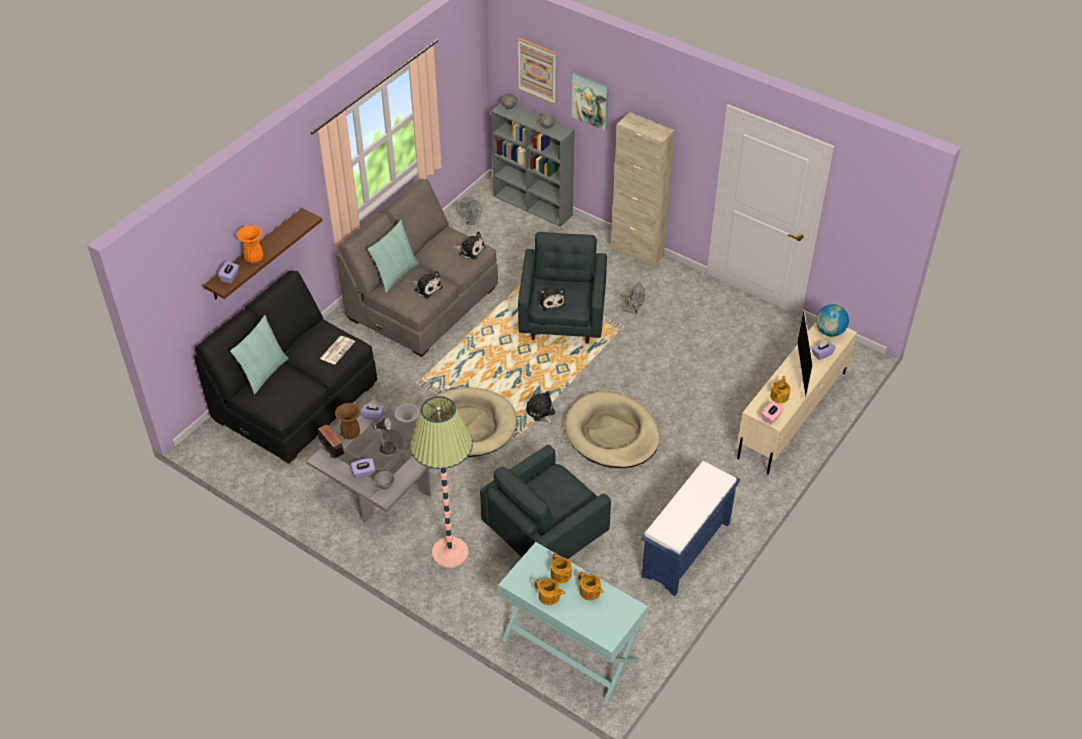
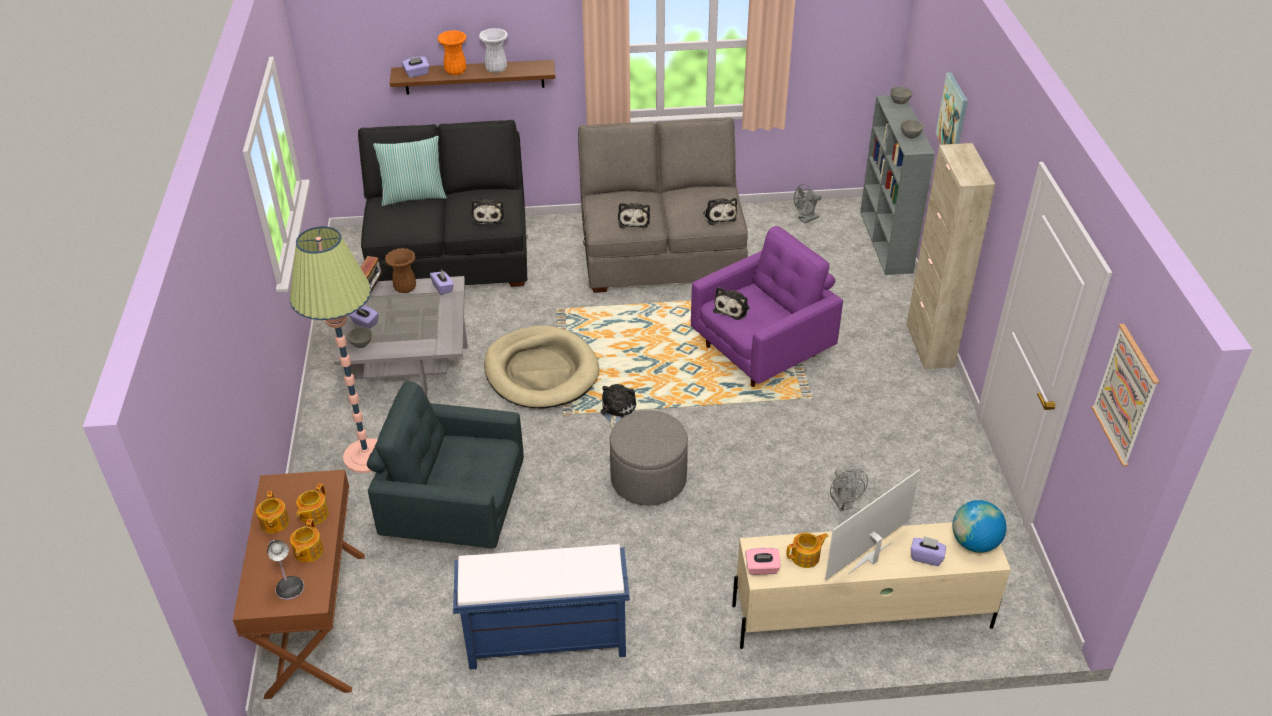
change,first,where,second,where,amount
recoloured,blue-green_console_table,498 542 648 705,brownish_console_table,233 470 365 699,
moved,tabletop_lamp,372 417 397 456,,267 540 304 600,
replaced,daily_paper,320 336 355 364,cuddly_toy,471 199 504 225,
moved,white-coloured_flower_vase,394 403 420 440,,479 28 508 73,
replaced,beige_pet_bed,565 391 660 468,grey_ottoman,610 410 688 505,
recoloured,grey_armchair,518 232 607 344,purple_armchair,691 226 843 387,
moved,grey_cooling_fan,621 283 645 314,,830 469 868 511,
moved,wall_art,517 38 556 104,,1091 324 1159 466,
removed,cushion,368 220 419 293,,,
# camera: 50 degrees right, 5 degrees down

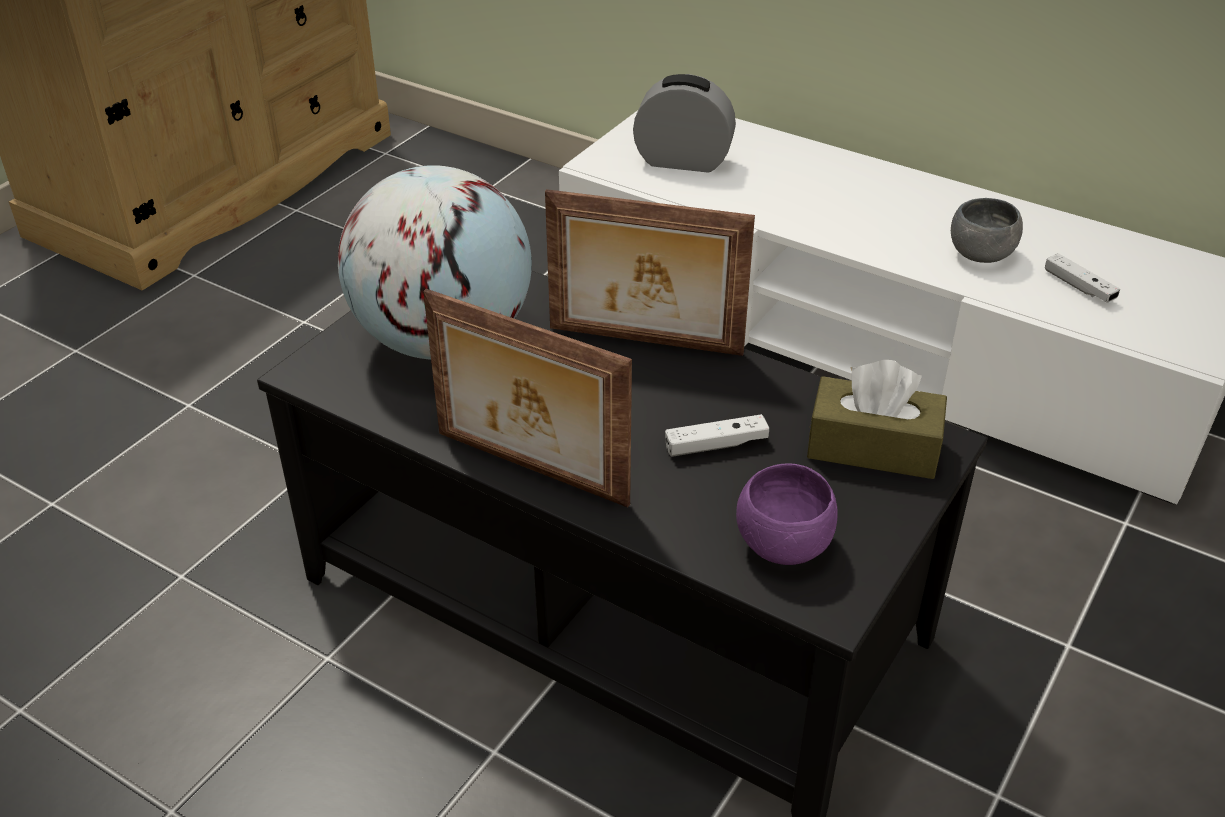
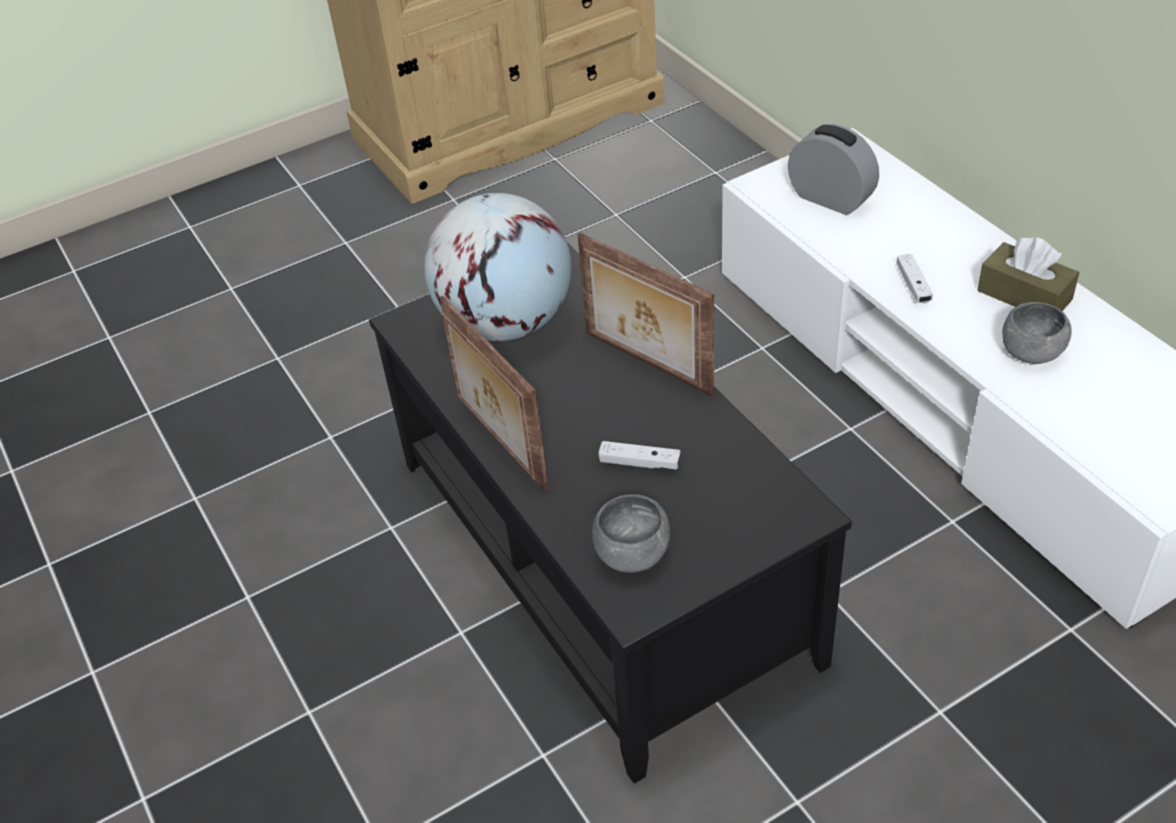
change,first,where,second,where,amount
recoloured,purple_bowl,736 463 838 565,grey_bowl,592 494 670 573,
moved,white-coloured_game_controller,1045 253 1120 303,,897 254 933 303,
moved,brownish_tissue_holder,807 360 947 479,,978 237 1079 311,
# camera: 30 degrees right, 5 degrees up

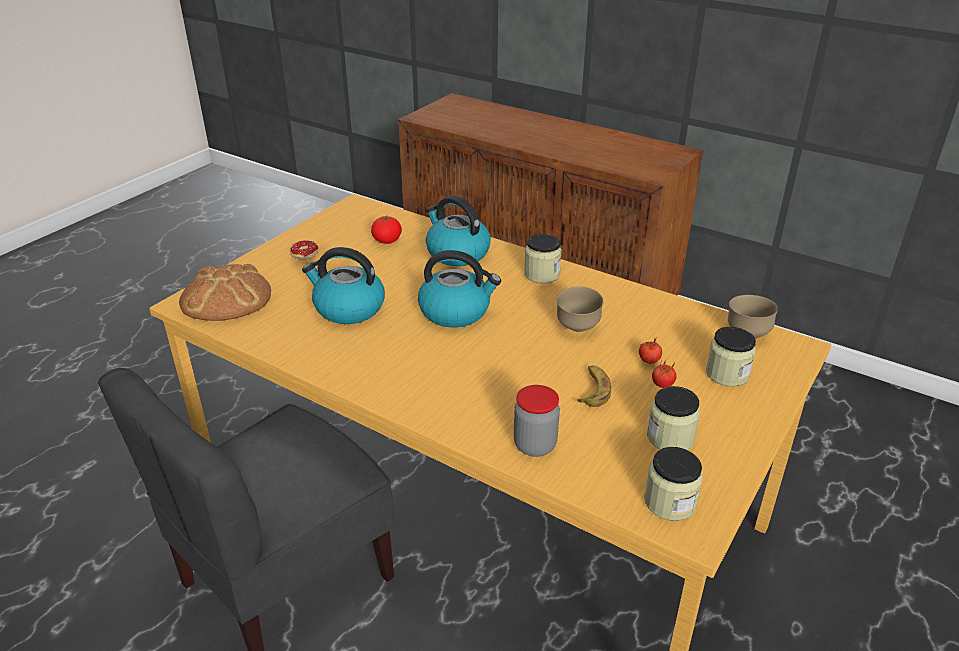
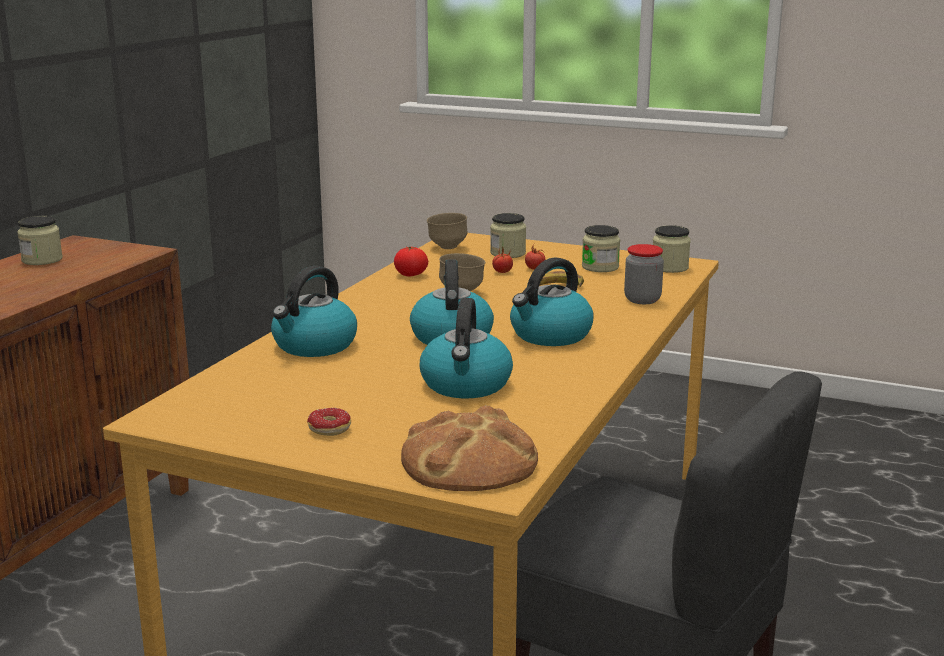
change,first,where,second,where,amount
moved,jar,524 234 562 284,,17 216 63 265,
moved,fresh_tomato,371 216 402 244,,394 247 428 277,
added,,,water_kettle,510 258 594 346,
# camera: 100 degrees left, 15 degrees down

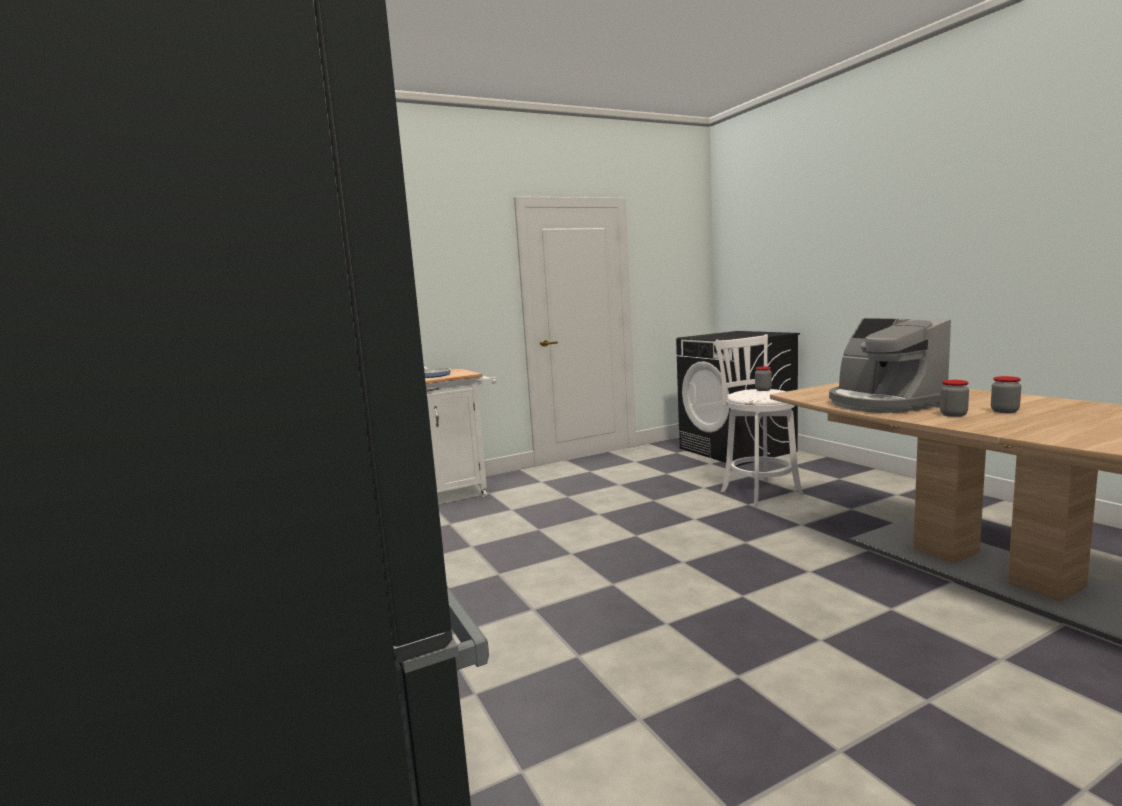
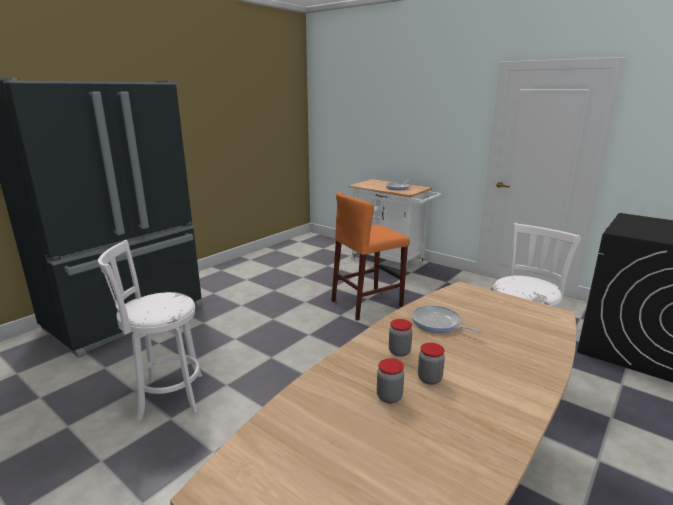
change,first,where,second,where,amount
added,,,white-coloured_sitting_stool,98 240 202 421,
added,,,orange_sitting_stool,332 192 410 320,
moved,jar,755 367 772 391,,377 358 404 403,
replaced,coffee_maker,829 318 951 413,pan,411 305 482 333,
# camera: 65 degrees right, 10 degrees up

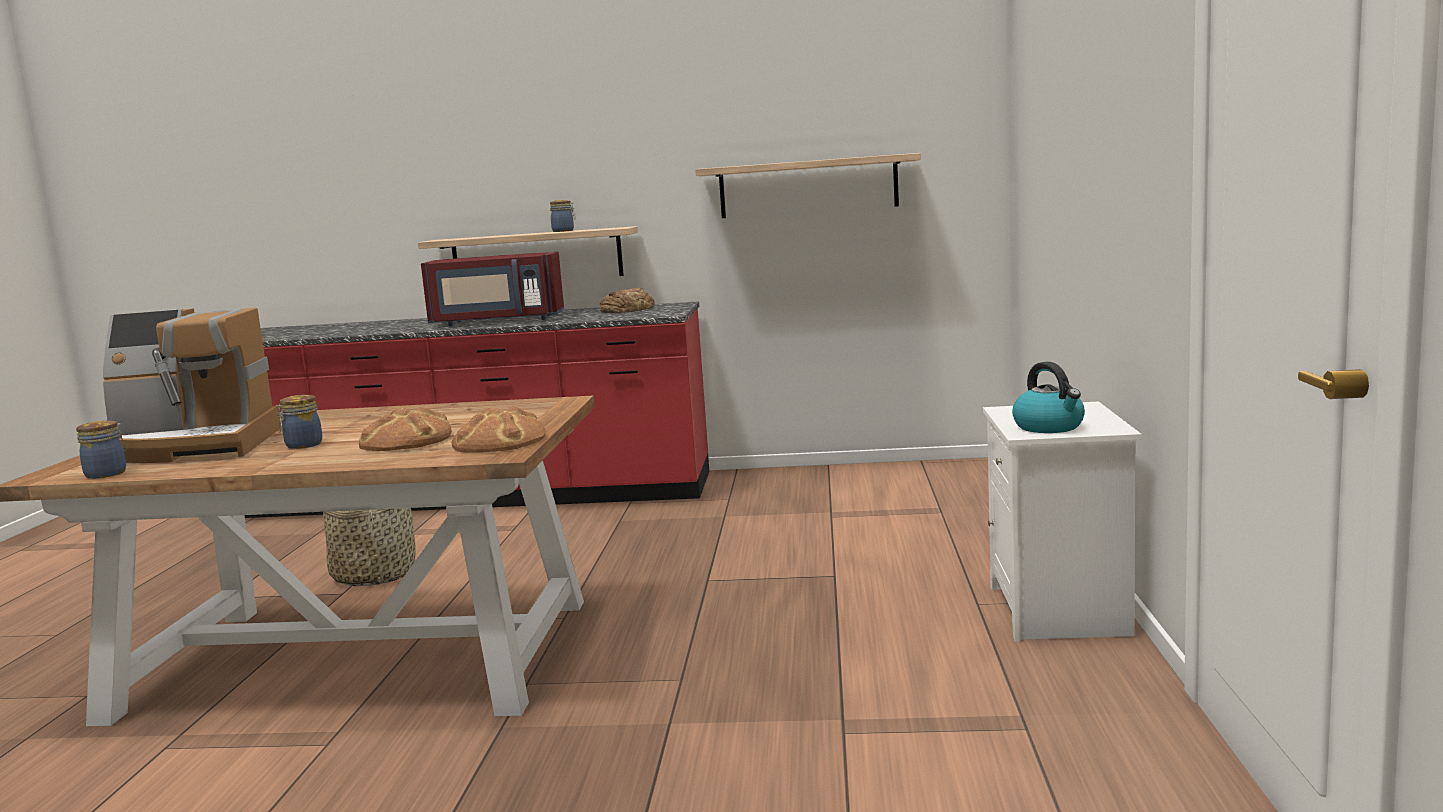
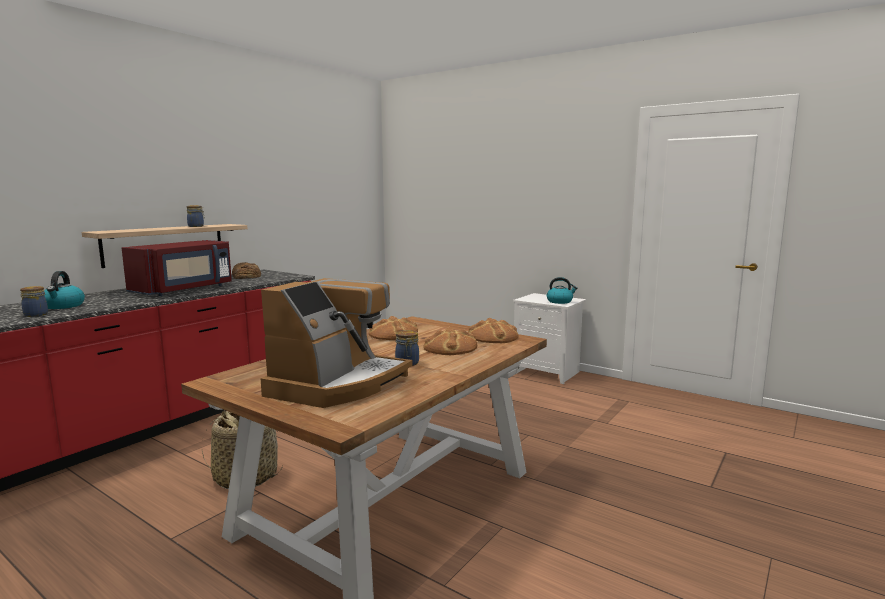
change,first,where,second,where,amount
moved,jar,76 421 127 479,,20 286 48 317,
added,,,water_kettle,44 271 85 309,
added,,,baked_bread,369 316 418 340,
removed,shelf,695 153 921 218,,,
# camera: 60 degrees left, 0 degrees up

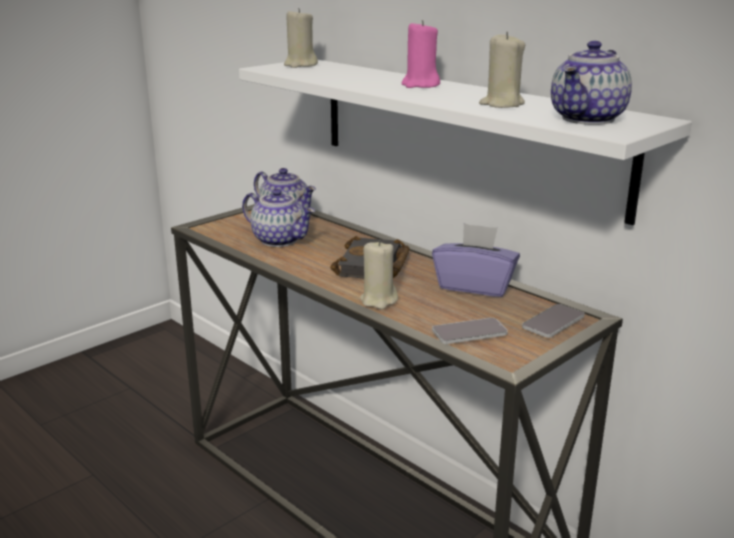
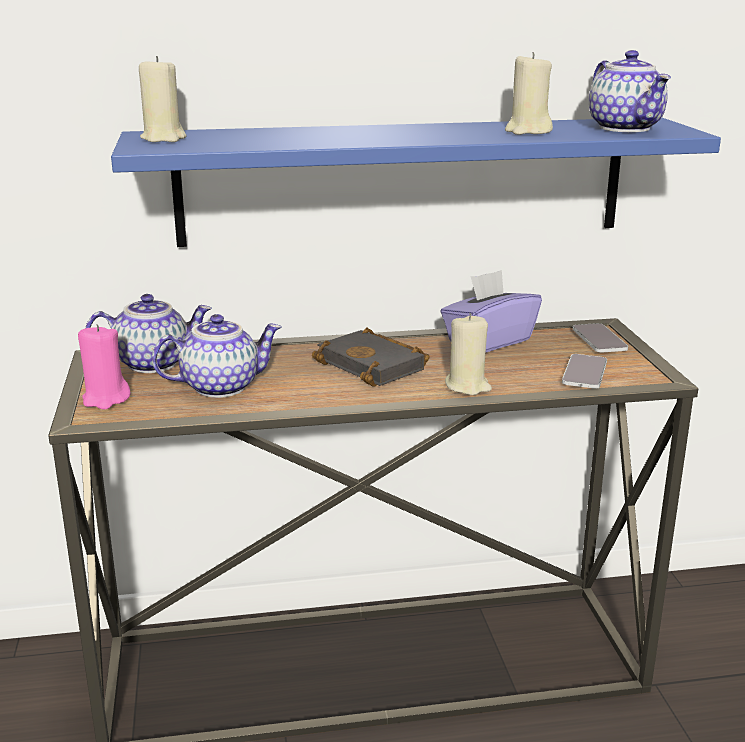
change,first,where,second,where,amount
moved,pinkish_candle,402 20 440 88,,78 324 131 409,
recoloured,white-coloured_shelf,239 60 692 225,blue-coloured_shelf,111 118 721 247,
# camera: 55 degrees left, 0 degrees up

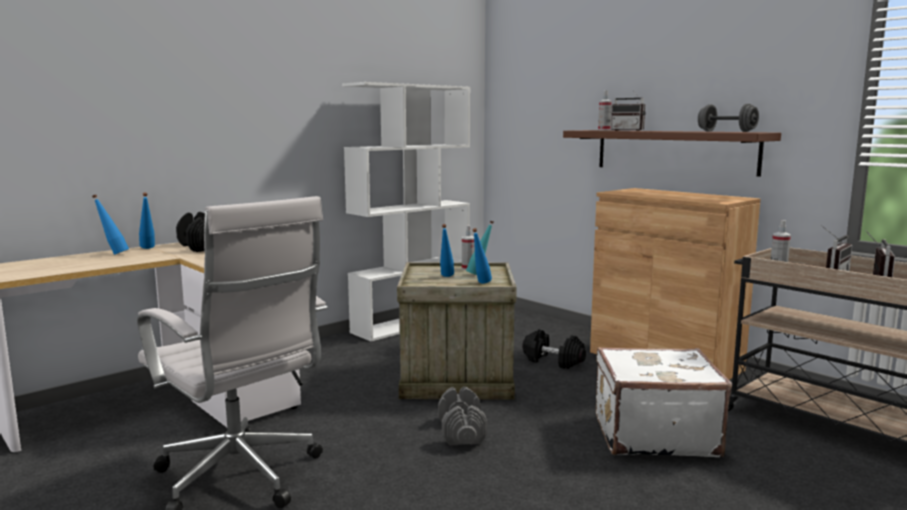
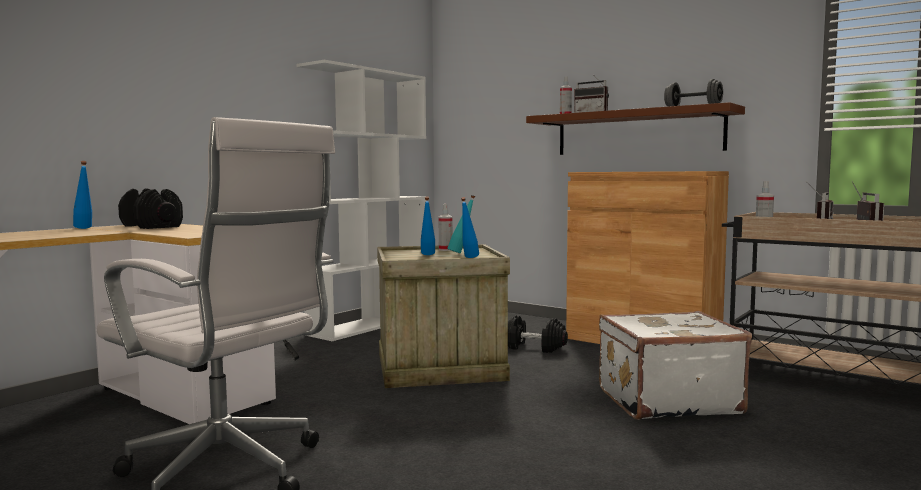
change,first,where,second,where,amount
removed,blue-coloured_beverage_bottle,92 195 129 255,,,
removed,grey_dumbbell,438 387 487 446,,,
# camera: 10 degrees left, 5 degrees down

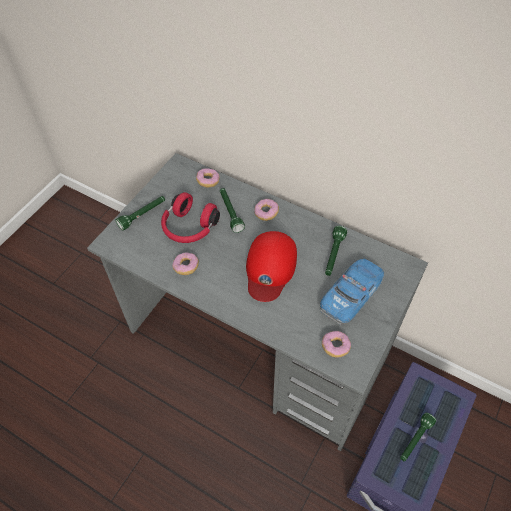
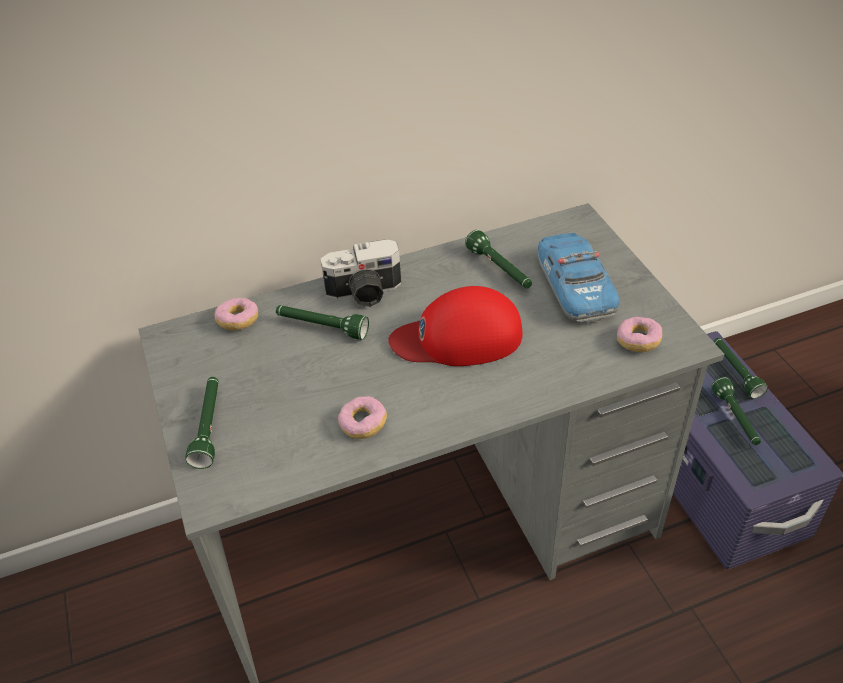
change,first,where,second,where,amount
replaced,ring_doughnut,254 199 279 221,still_camera,320 239 402 307,
turned,red-coloured_baseball_cap,246 231 297 302,,388 286 523 366,120 degrees clockwise
added,,,green_hand_torch,714 338 768 399,
removed,red-coloured_headphones,161 192 220 243,,,
# camera: 50 degrees left, 10 degrees down

